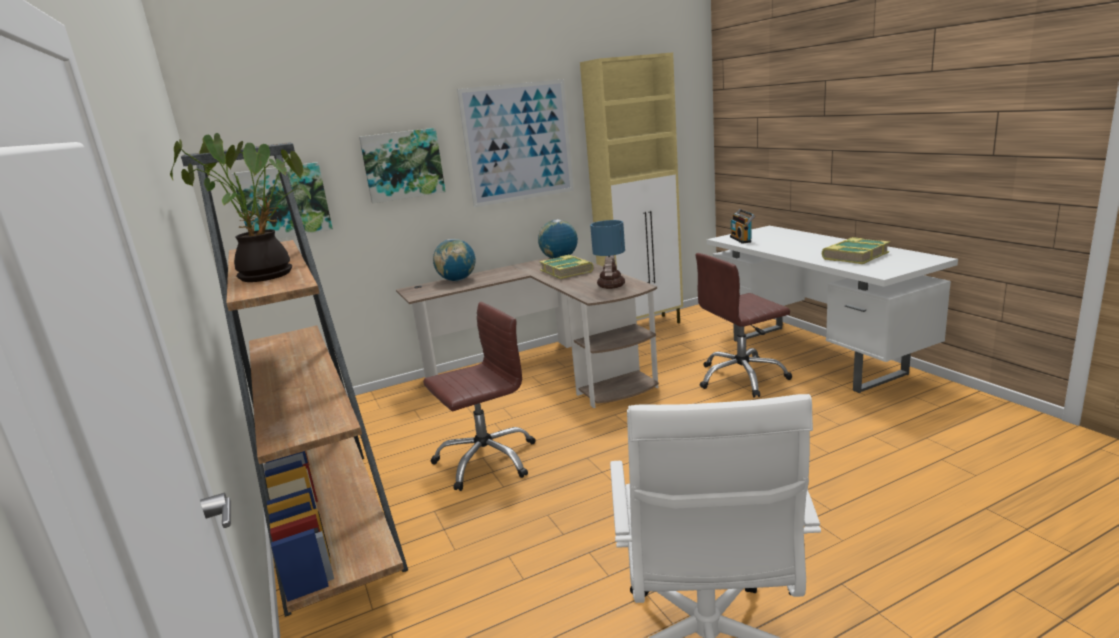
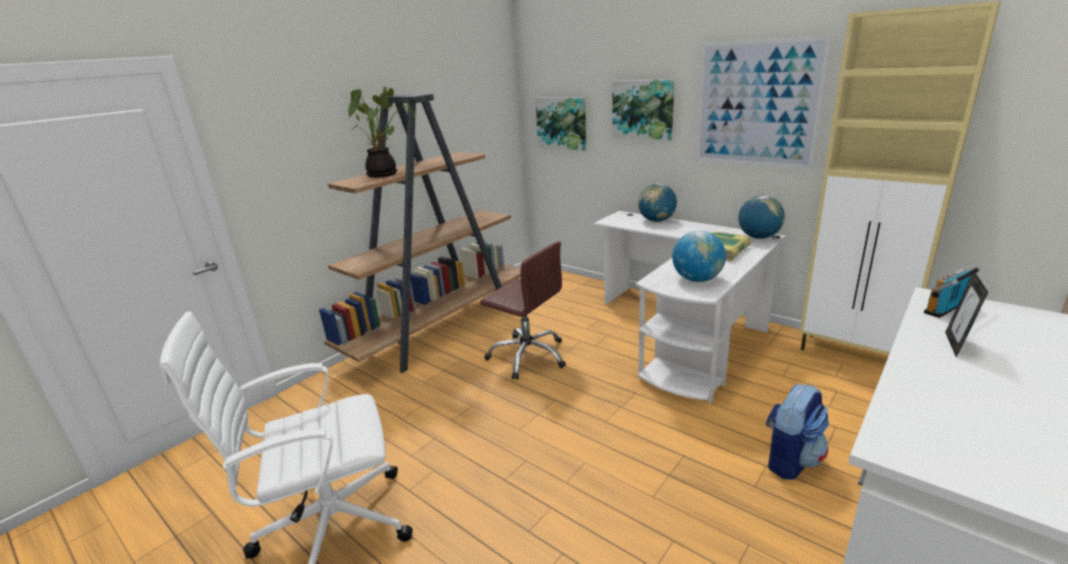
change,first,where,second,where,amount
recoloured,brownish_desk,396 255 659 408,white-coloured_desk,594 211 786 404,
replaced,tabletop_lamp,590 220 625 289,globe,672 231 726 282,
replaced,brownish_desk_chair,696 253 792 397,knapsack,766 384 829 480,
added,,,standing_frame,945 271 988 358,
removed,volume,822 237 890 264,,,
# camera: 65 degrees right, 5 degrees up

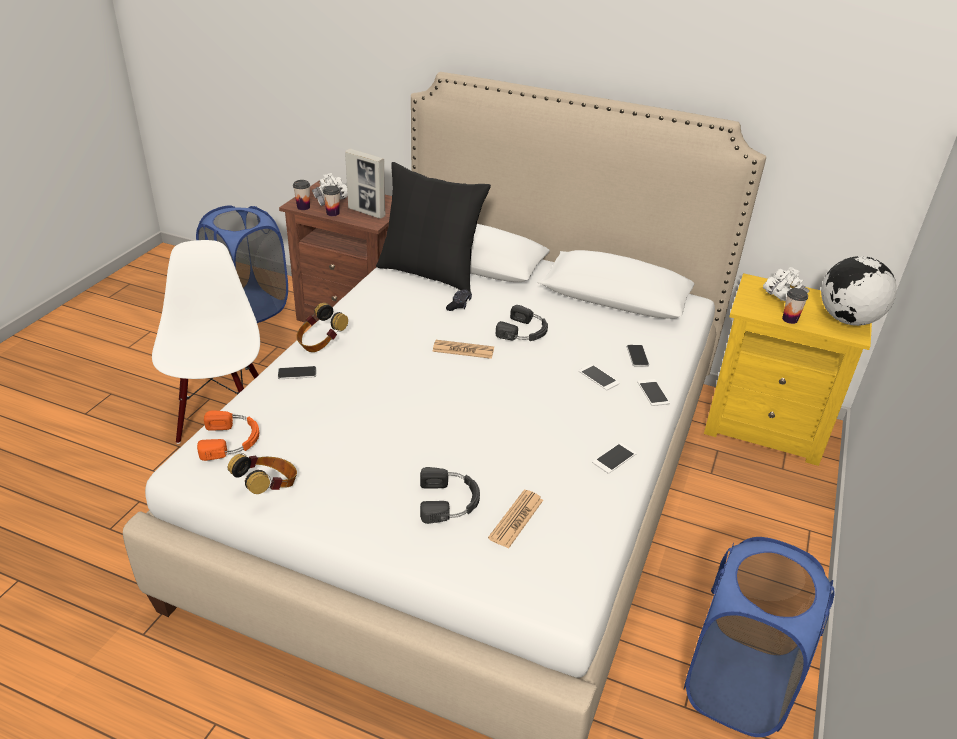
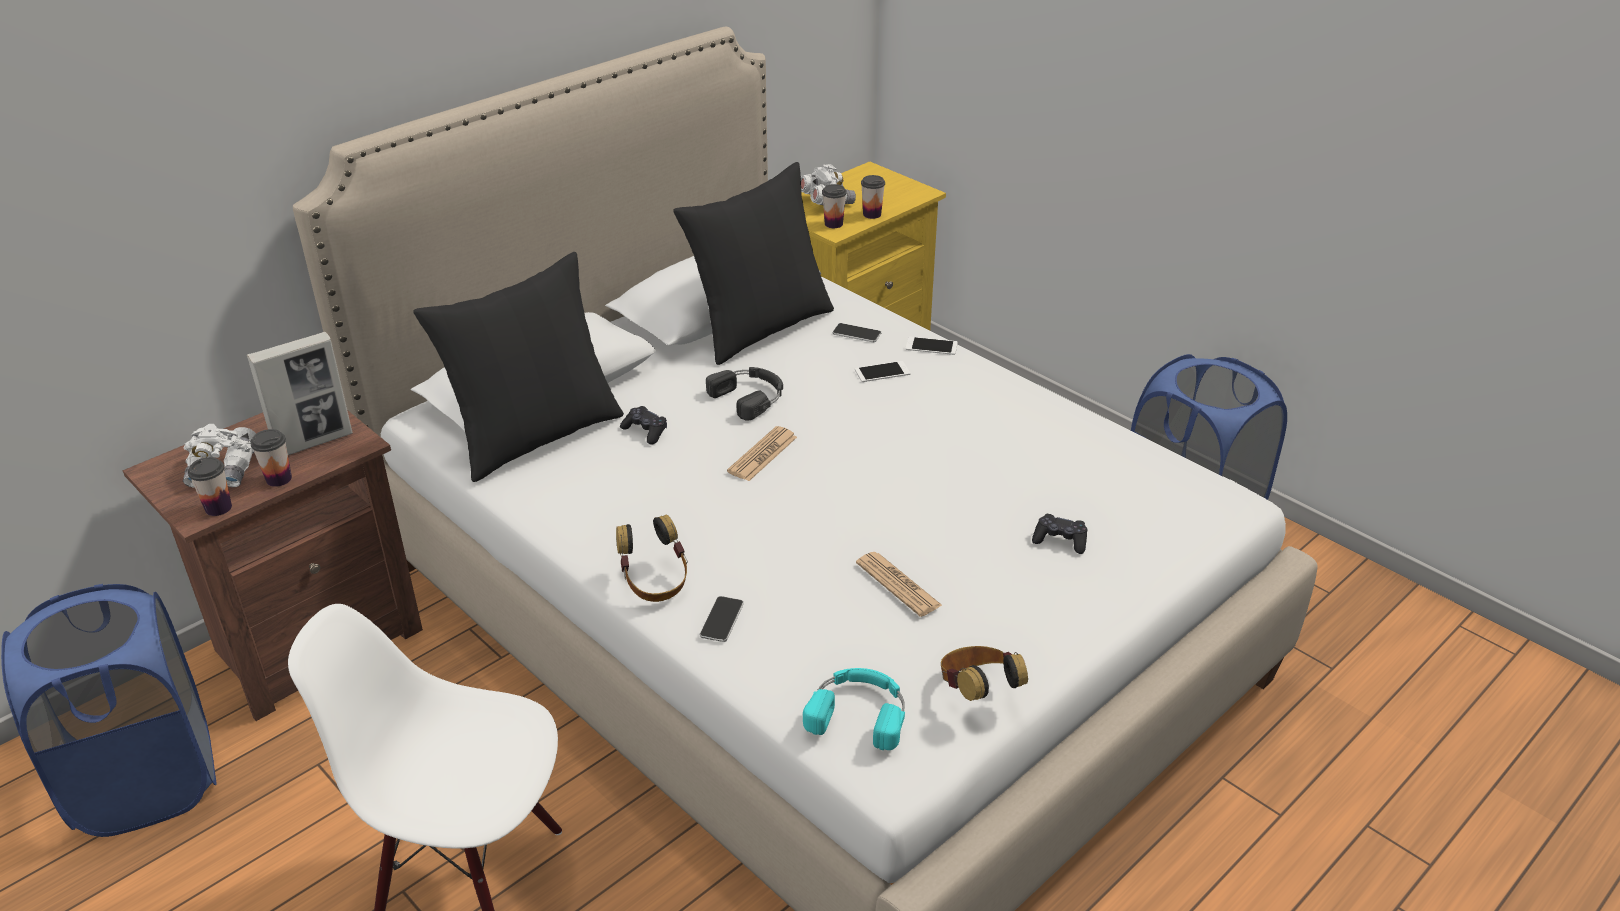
change,first,where,second,where,amount
added,,,black_cushion,674 162 834 365,
recoloured,orange_headphones,197 410 259 461,blue-green_headphones,803 668 905 750,
added,,,drinking_cup,822 184 847 228,
moved,daily_paper,488 490 543 549,,856 552 943 617,
replaced,black_headphones,420 467 480 524,black_game_controller,1032 514 1087 554,
removed,phone,592 442 637 474,,,
removed,globe,821 256 897 326,,,
# camera: 65 degrees left, 0 degrees up

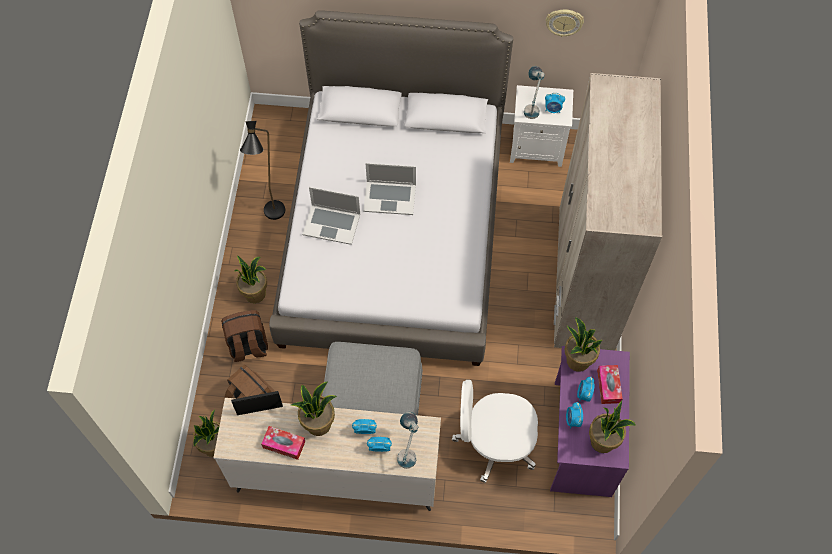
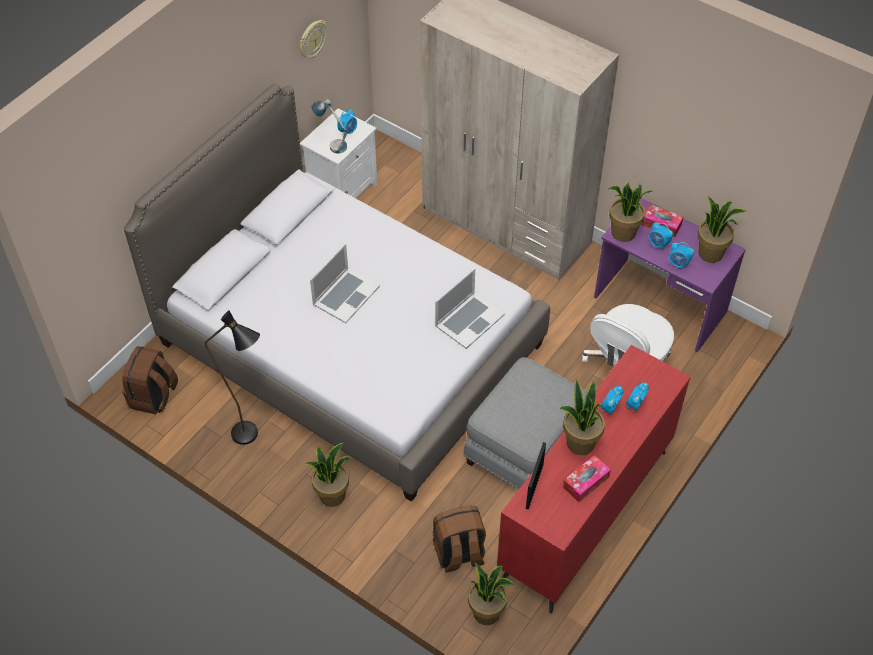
change,first,where,second,where,amount
moved,brownish_knapsack,221 310 268 362,,122 346 178 414,
moved,laptop,302 187 360 245,,435 268 505 349,
recoloured,beige_dresser,214 398 441 511,red-coloured_dresser,497 345 691 614,
removed,tabletop_lamp,397 412 418 469,,,
# camera: 60 degrees left, 10 degrees down

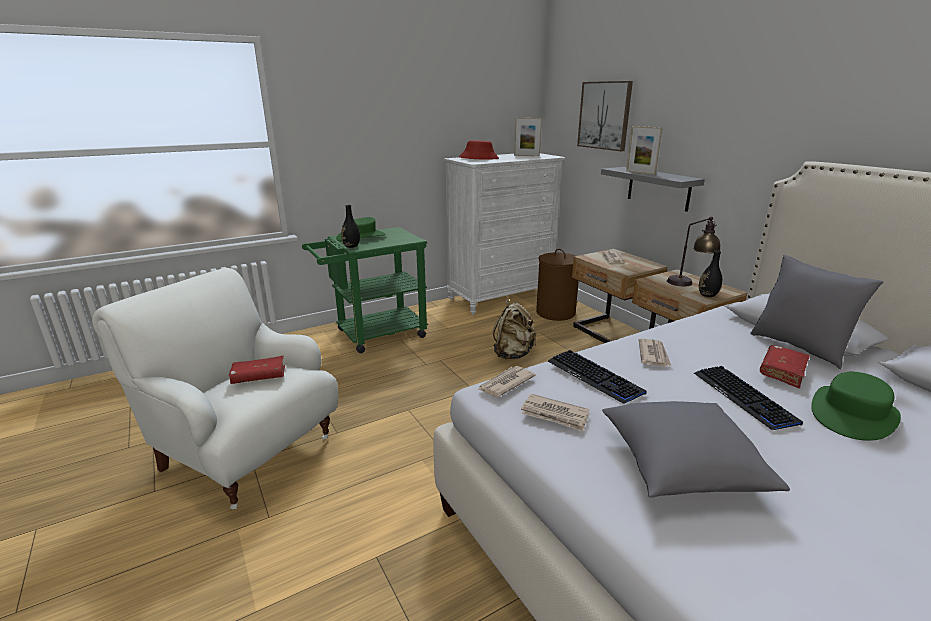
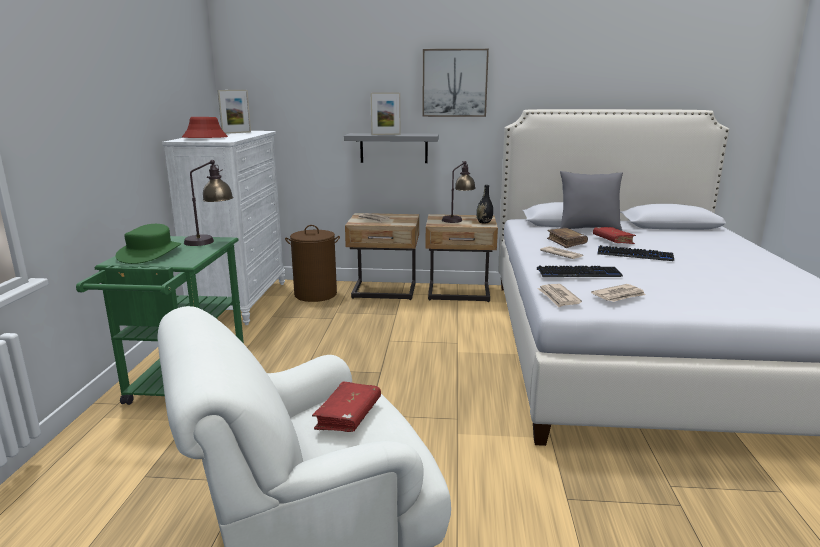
change,first,where,second,where,amount
added,,,tabletop_lamp,184 160 233 246,
moved,wall_art,577 81 633 151,,422 49 489 117,
added,,,brownish_volume,547 228 588 248,
removed,black_flower_vase,341 205 360 248,,,
removed,beige_knapsack,493 299 536 359,,,
removed,grey_cushion,602 401 790 498,,,
removed,green_clothing_hat,811 372 901 441,,,
# camera: 55 degrees left, 5 degrees down

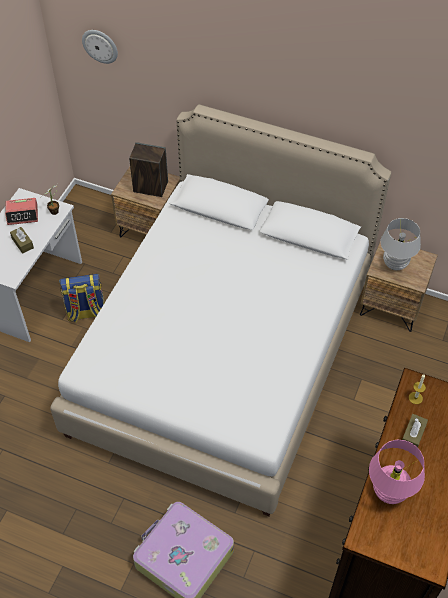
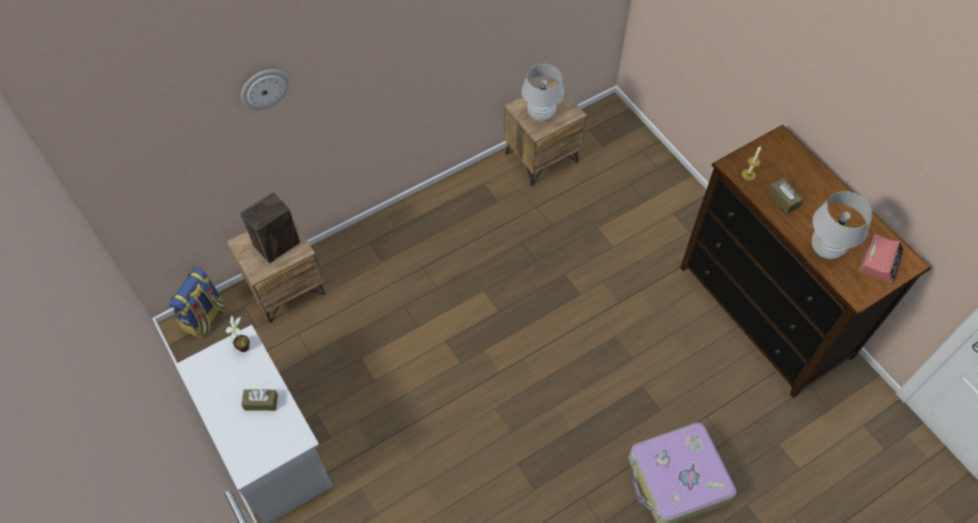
change,first,where,second,where,amount
moved,knapsack,59 274 104 323,,169 267 225 339,
moved,hanging_clock,82 30 118 64,,241 69 289 110,
recoloured,pinkish_tabletop_lamp,369 440 425 504,white-coloured_tabletop_lamp,812 192 872 259,
moved,alarm_clock,5 198 38 225,,859 234 904 284,
removed,white-coloured_sleeping_bed,50 104 391 516,,,
# camera: 55 degrees left, 5 degrees up

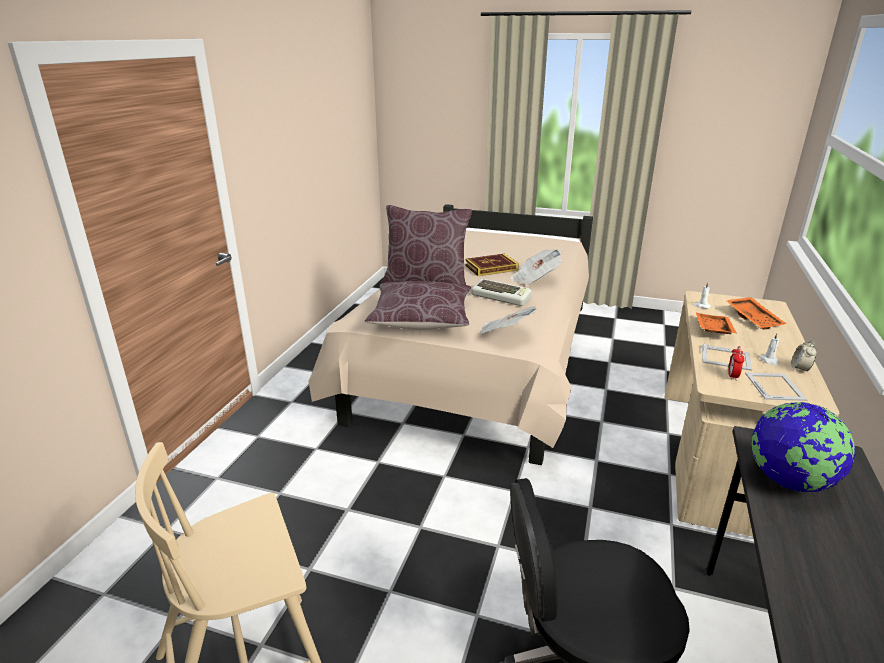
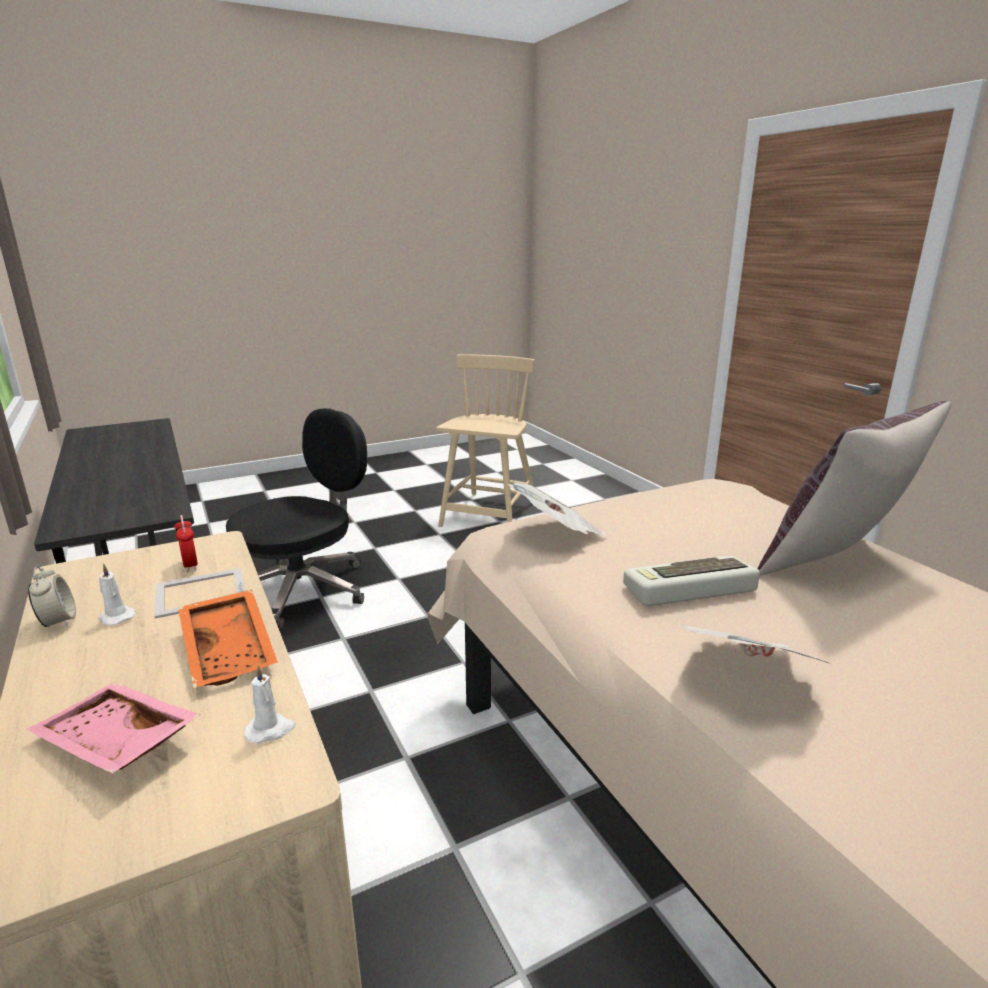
change,first,where,second,where,amount
recoloured,orange_carrying_tray,726 297 787 330,pinkish_carrying_tray,27 682 200 774,
removed,brownish_cushion,364 281 472 330,,,
removed,volume,465 254 519 276,,,
removed,standing_frame,745 372 808 401,,,
removed,globe,751 402 855 492,,,
# camera: 135 degrees right, 5 degrees down

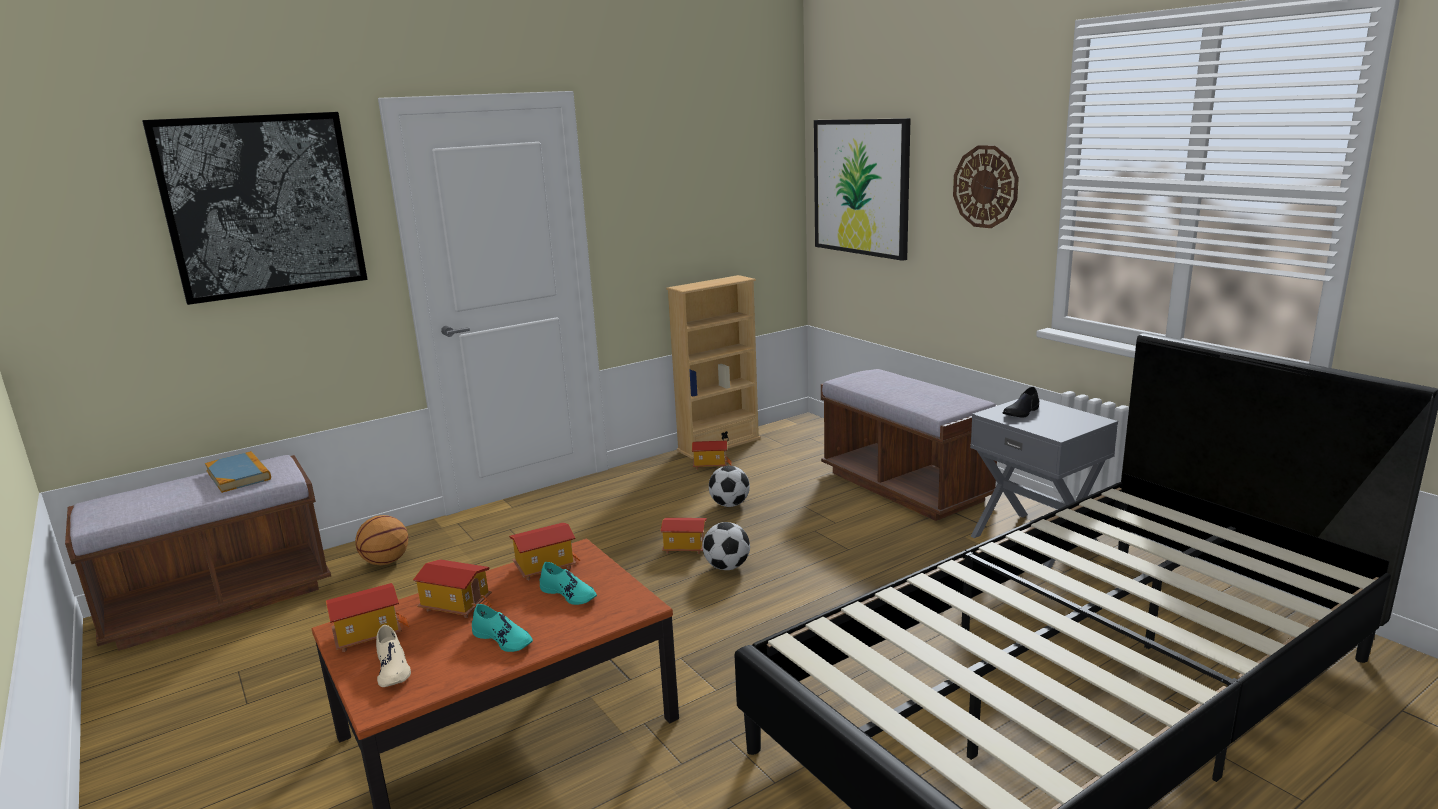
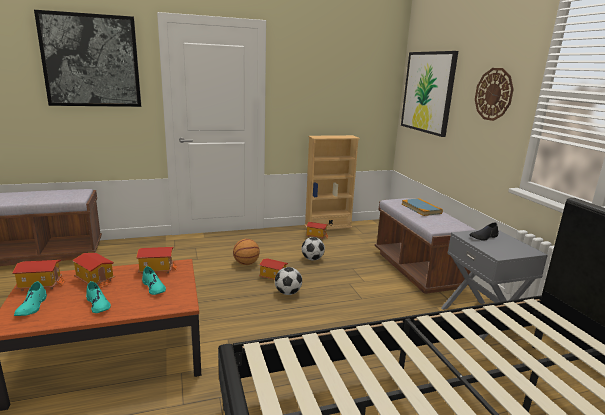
change,first,where,second,where,amount
recoloured,beige_shoe,376 625 411 687,blue-green_shoe,14 281 47 316,
moved,basketball,355 515 408 565,,233 239 260 265,
moved,volume,205 451 271 493,,401 198 443 216,
# camera: 15 degrees right, 0 degrees up

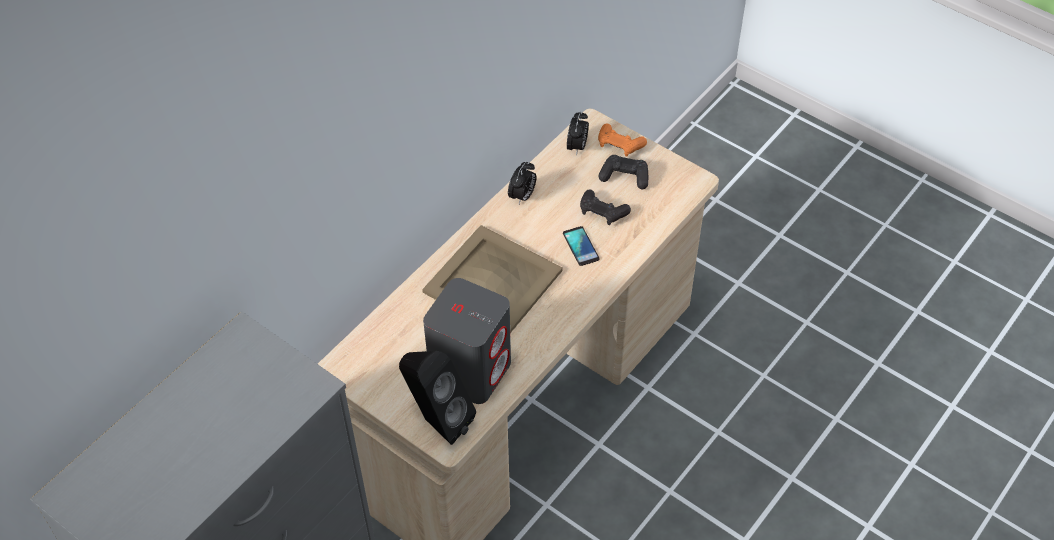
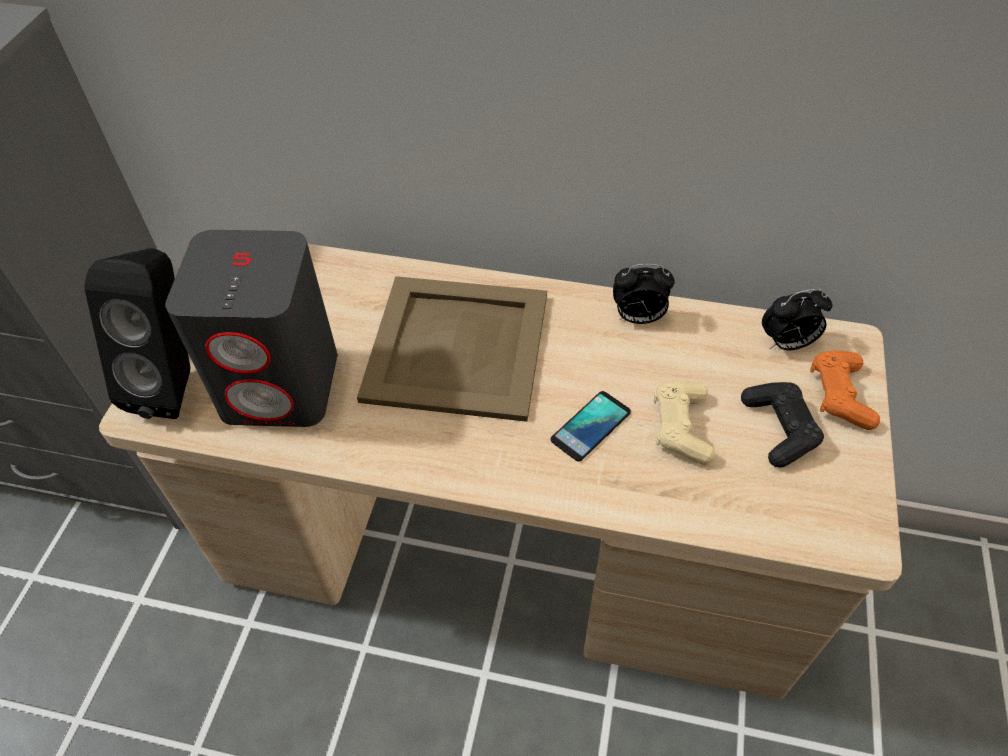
change,first,where,second,where,amount
recoloured,black_game_controller,580 189 631 225,beige_game_controller,654 381 715 465,
# camera: 65 degrees right, 0 degrees up

